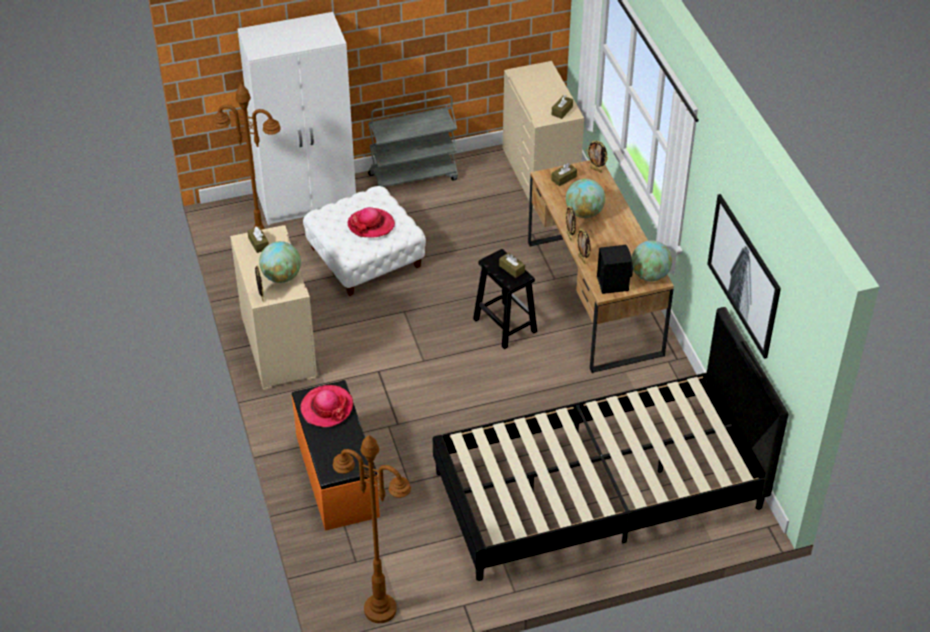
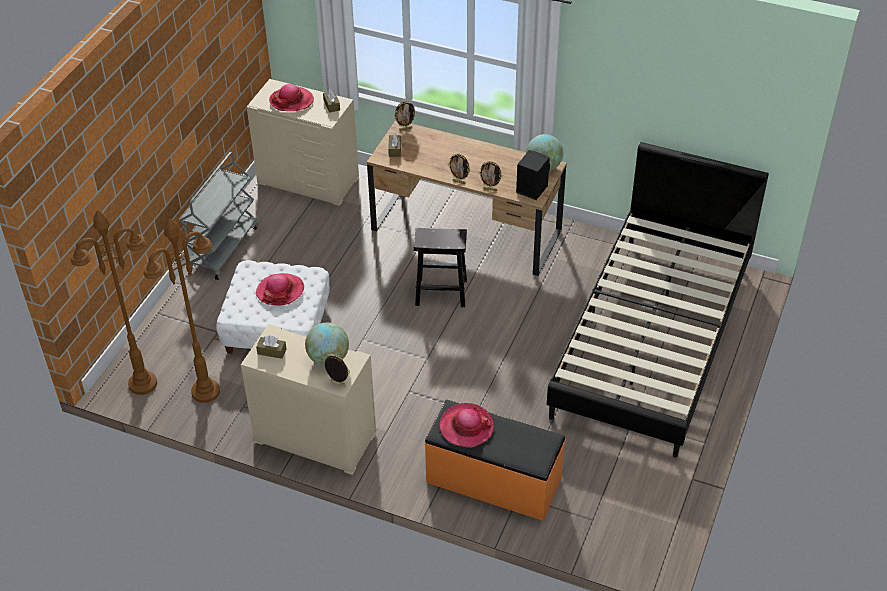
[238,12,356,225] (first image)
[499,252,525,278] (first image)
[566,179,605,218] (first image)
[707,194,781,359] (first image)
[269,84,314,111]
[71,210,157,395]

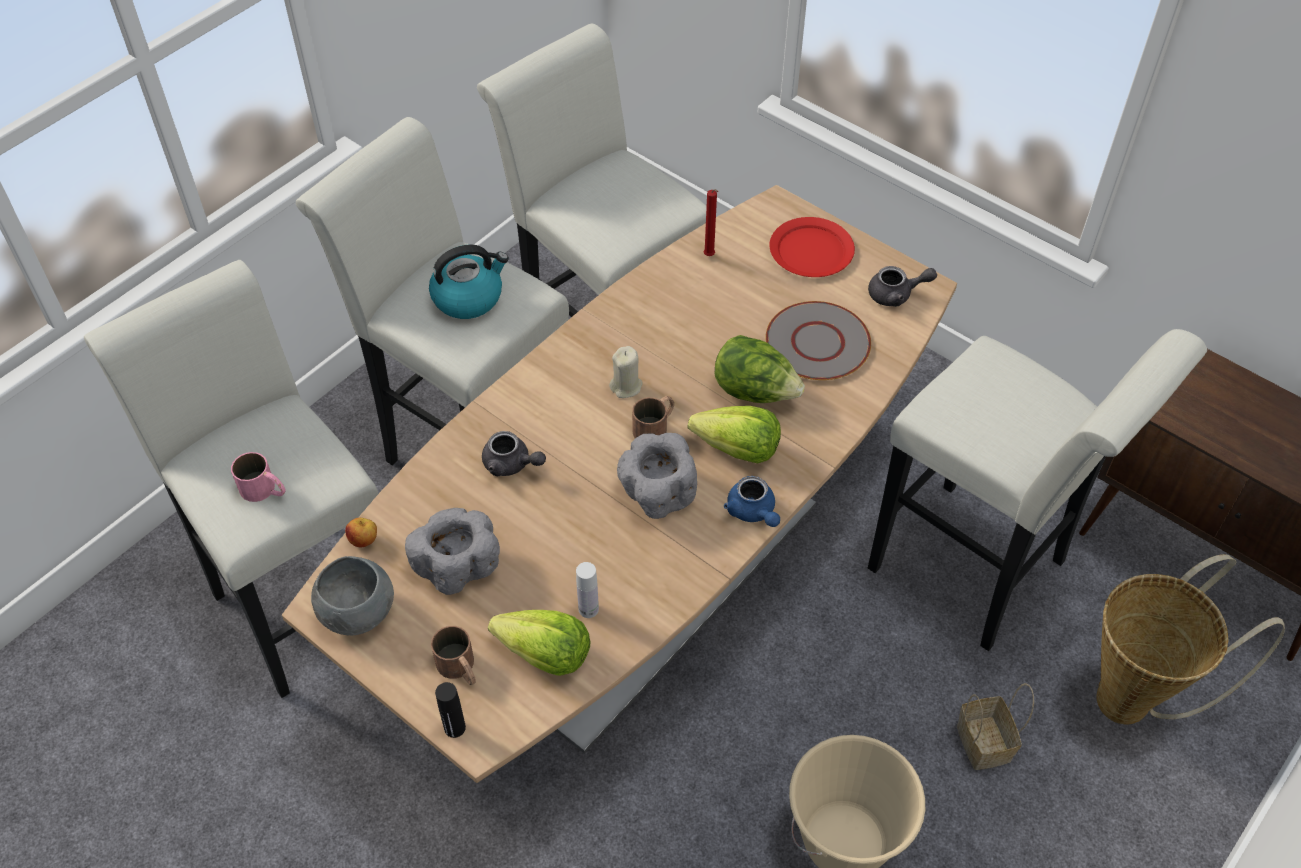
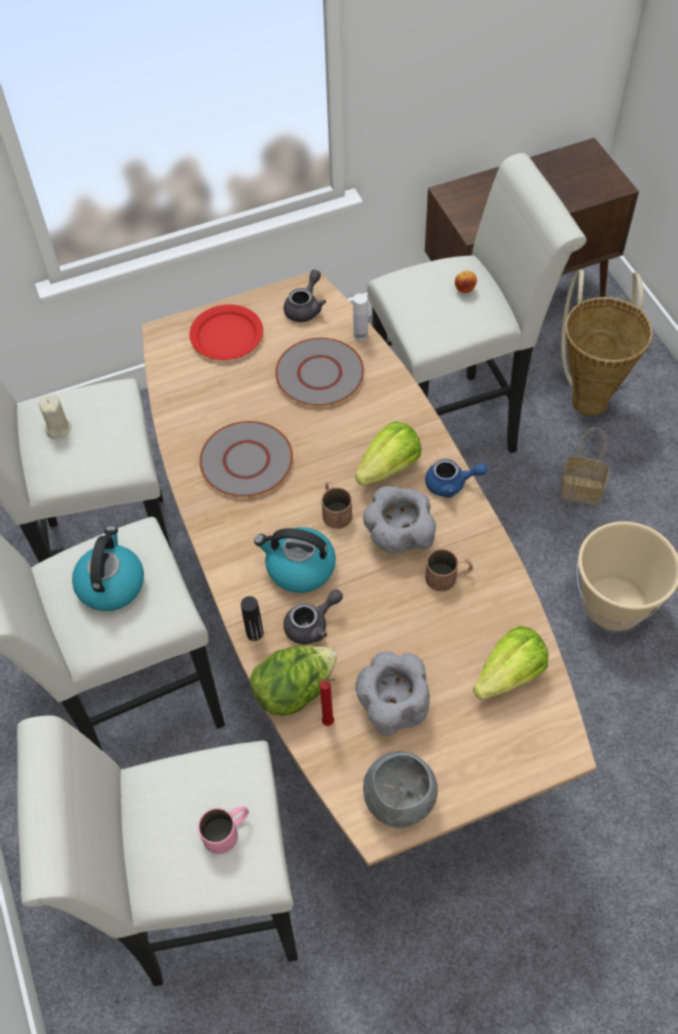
[199,421,293,497]
[254,527,336,593]
[455,271,477,293]
[425,549,473,592]
[241,596,263,641]
[353,294,368,341]
[39,394,71,439]
[320,679,336,726]
[250,646,337,716]

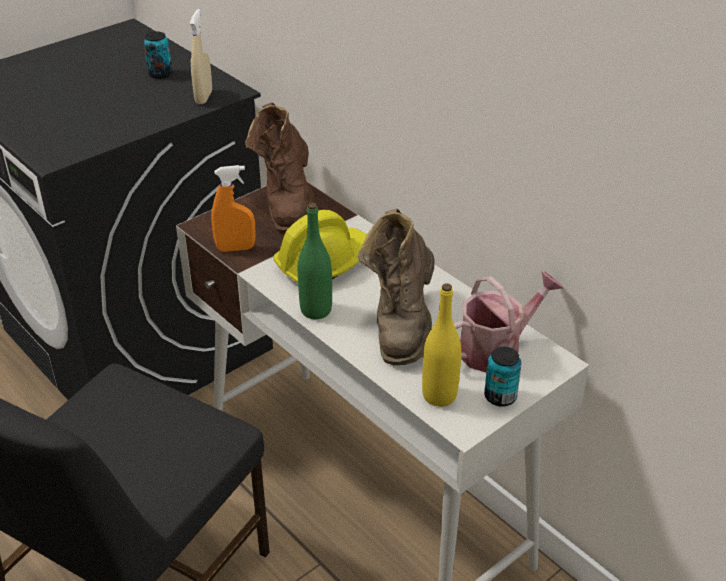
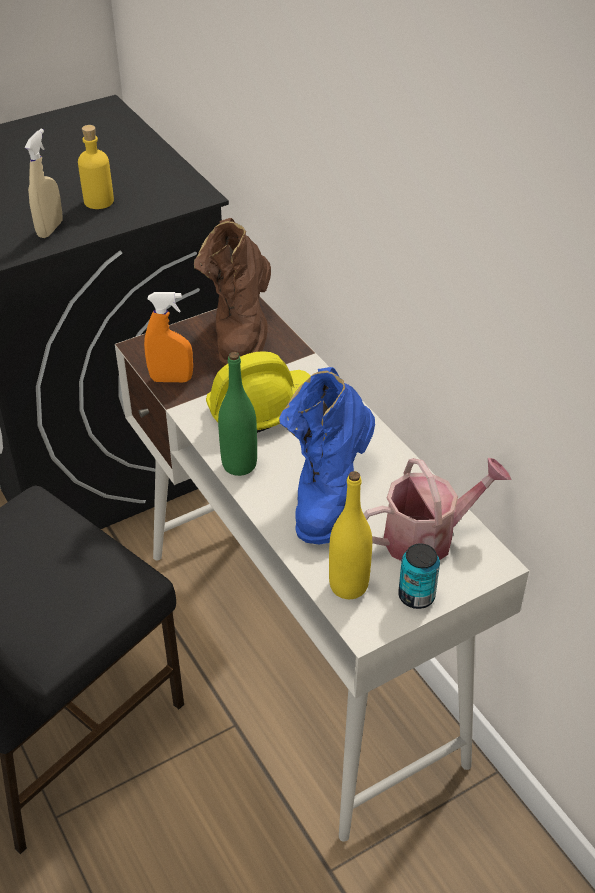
[144,31,172,79] (first image)
[78,125,114,209]
[25,129,62,238]
[279,367,375,544]

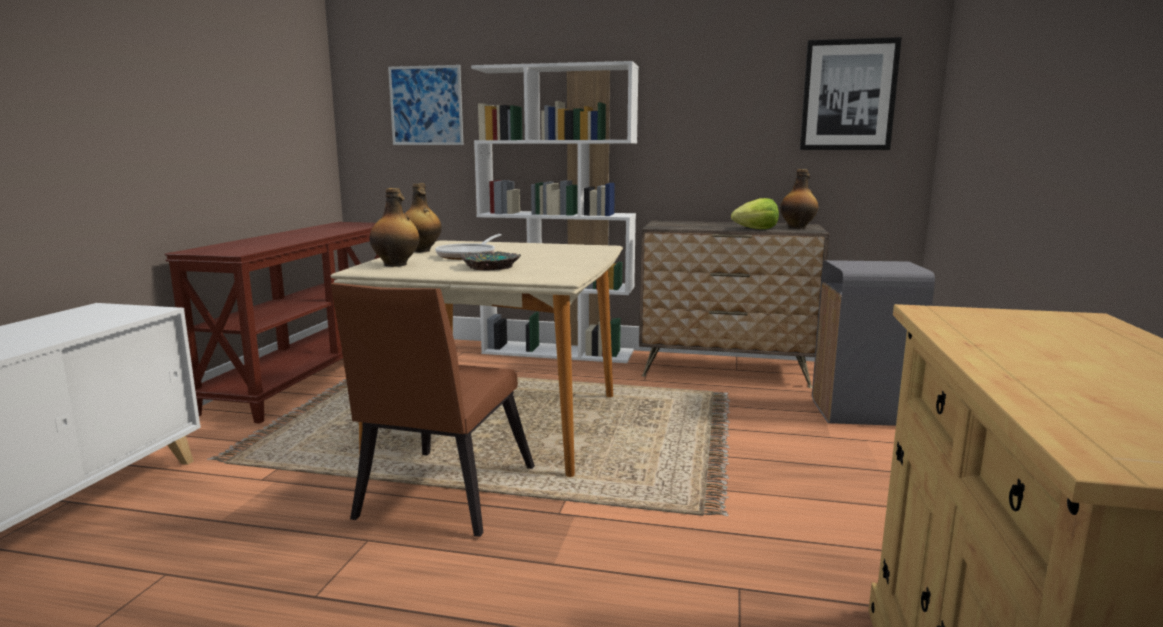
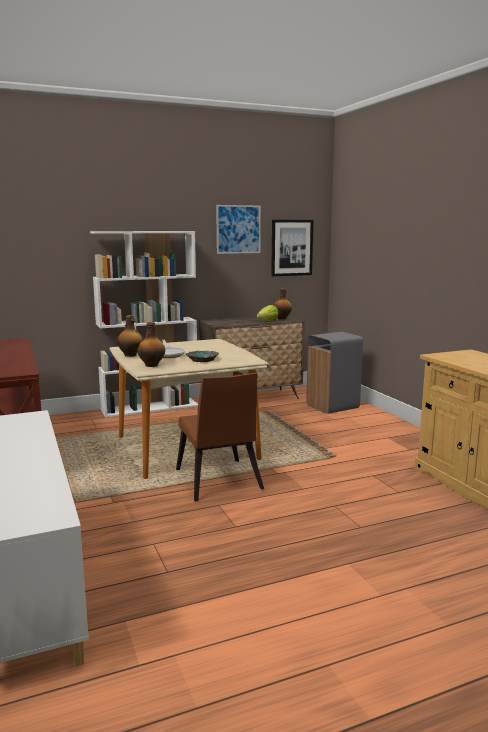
[216,205,261,254]

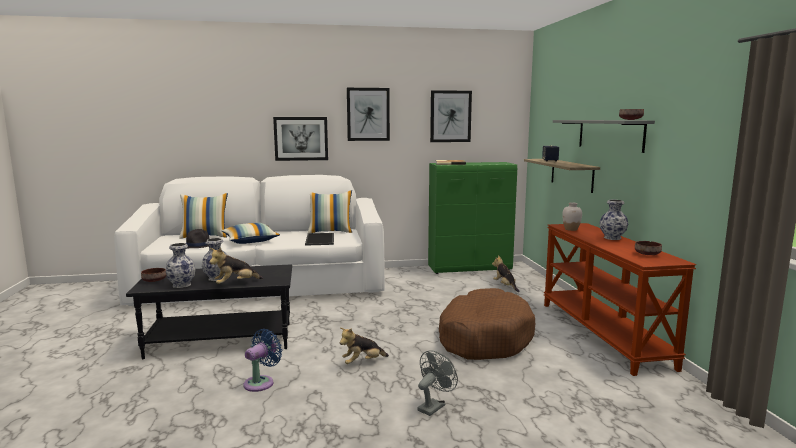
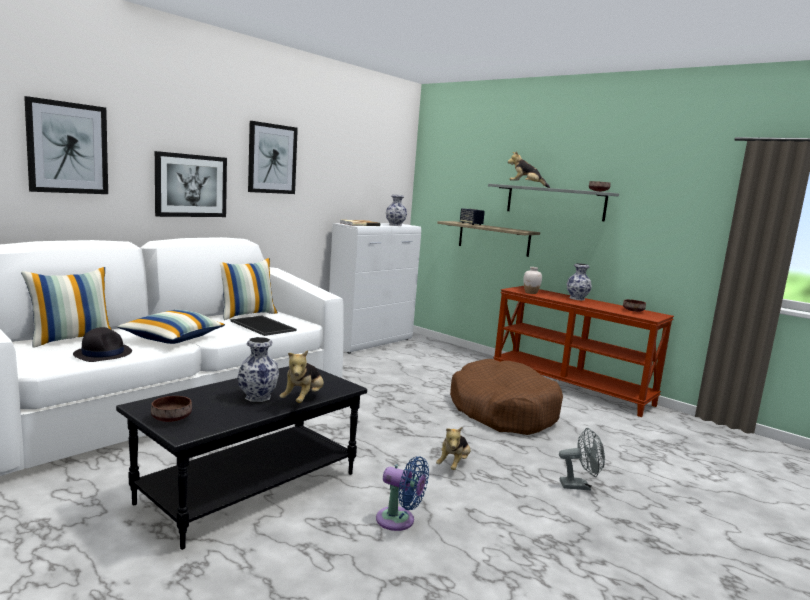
[386,194,407,226]
[24,96,108,194]
[508,151,550,188]
[329,223,421,354]
[376,456,429,531]
[559,428,605,490]

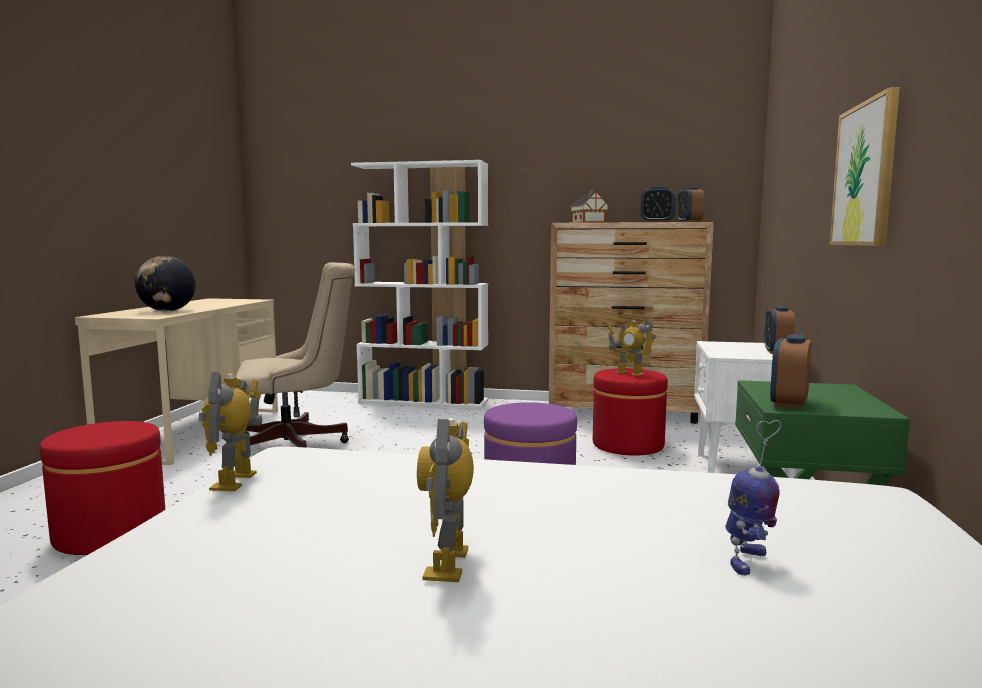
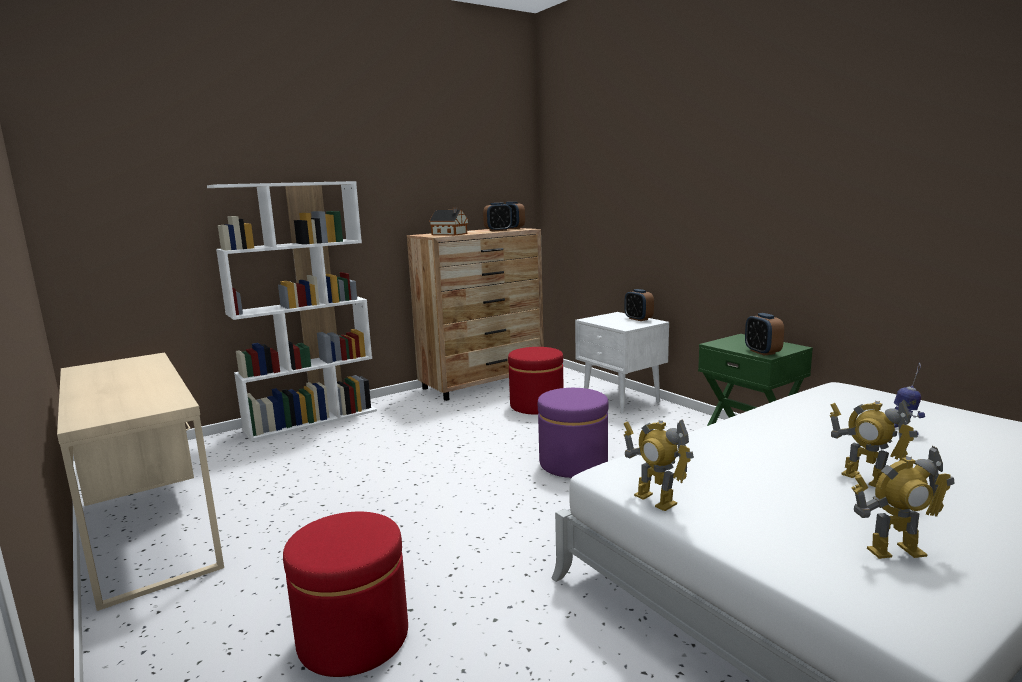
[135,256,196,311] (first image)
[236,262,355,447] (first image)
[830,87,900,246] (first image)
[852,446,955,559]

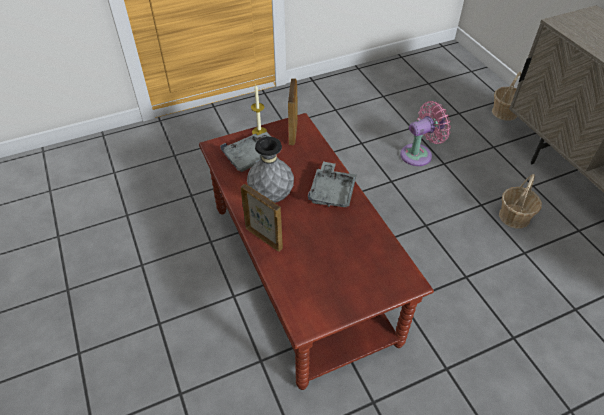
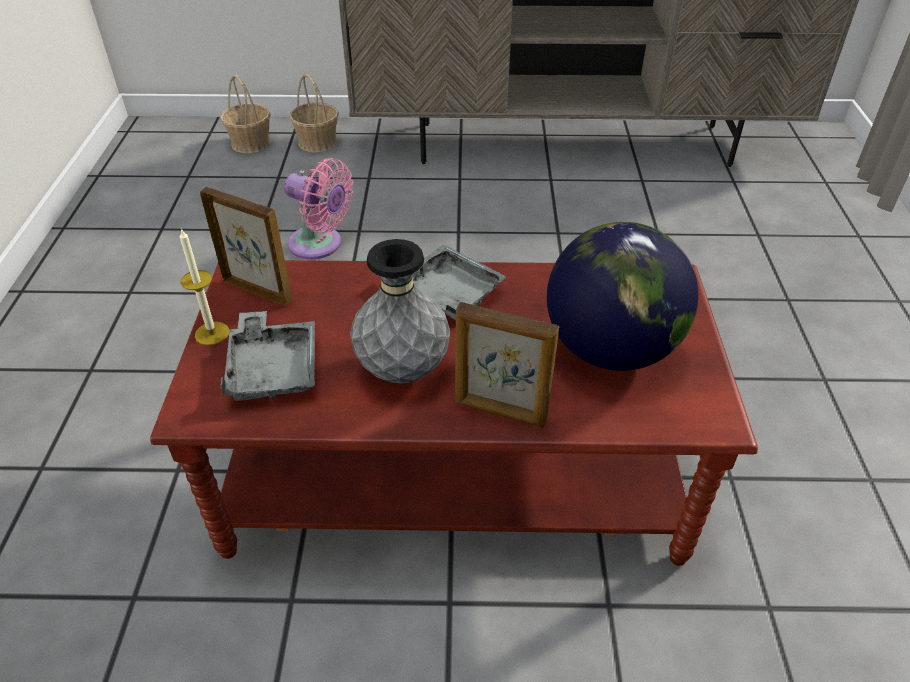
[547,222,698,371]
[220,74,271,153]
[455,302,559,427]
[284,158,353,260]

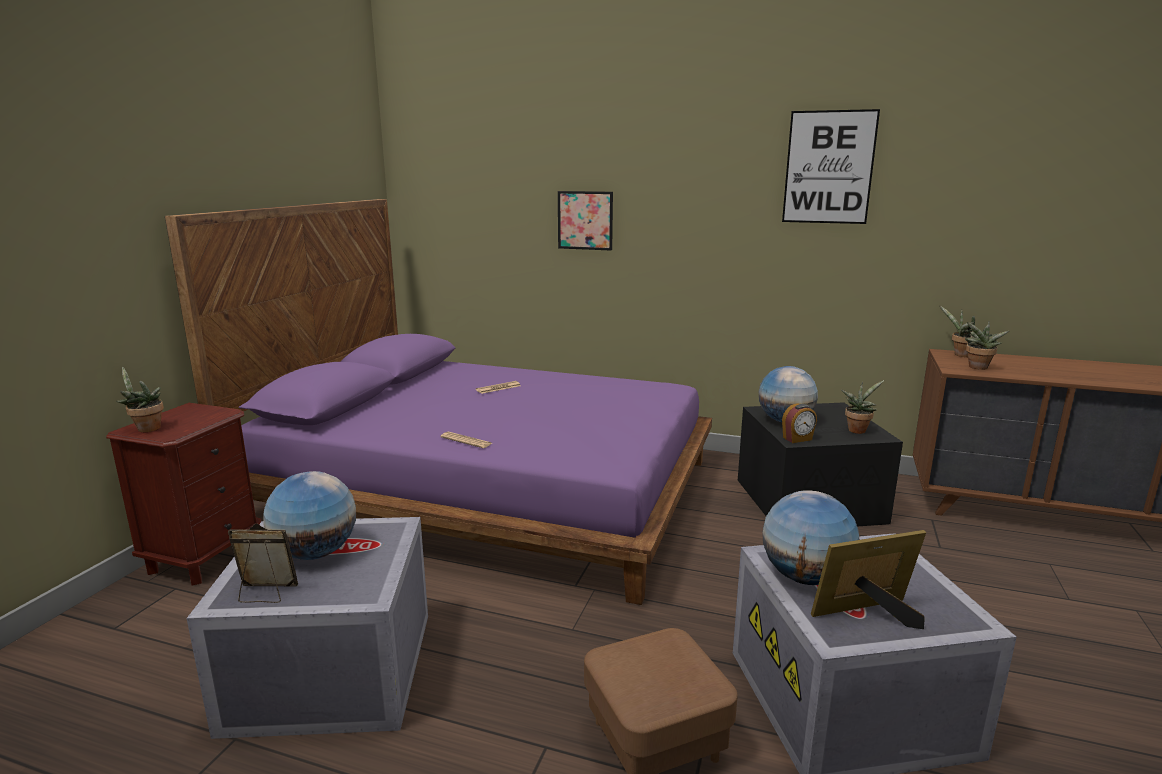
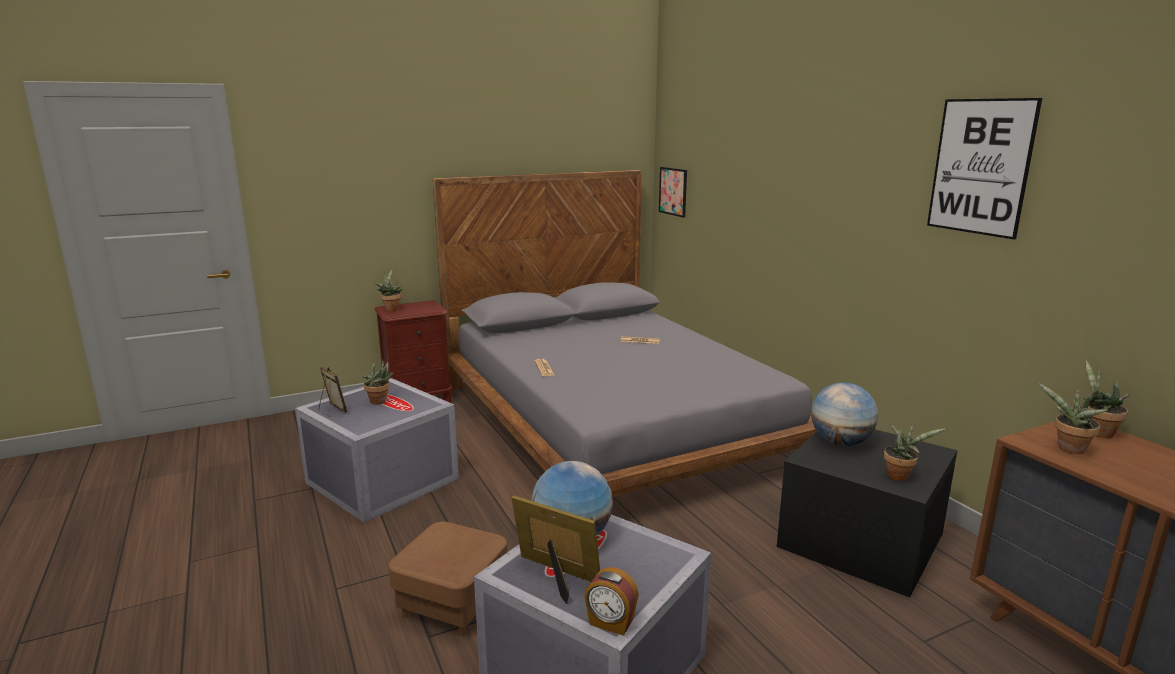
[659,167,687,218]
[584,567,639,636]
[363,360,394,405]
[433,170,817,497]

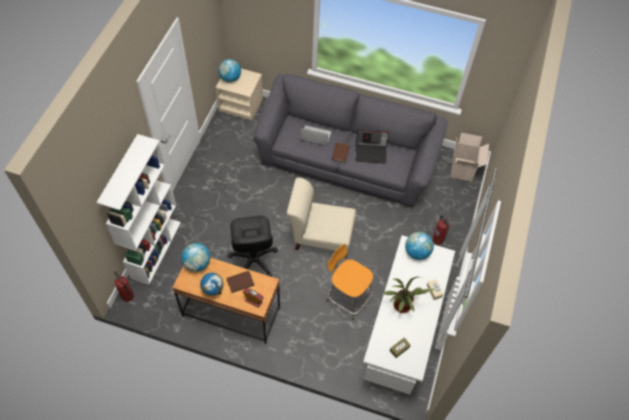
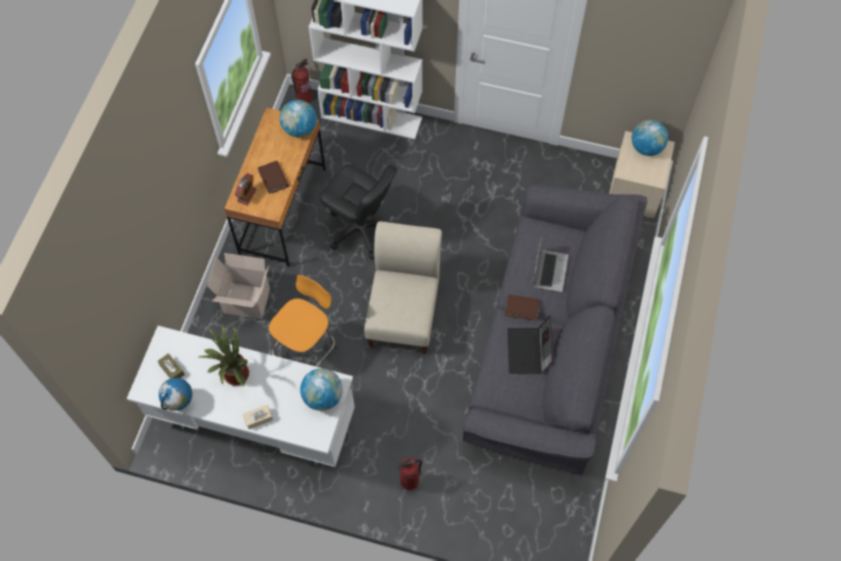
[159,378,192,411]
[207,253,270,319]
[320,164,397,259]

